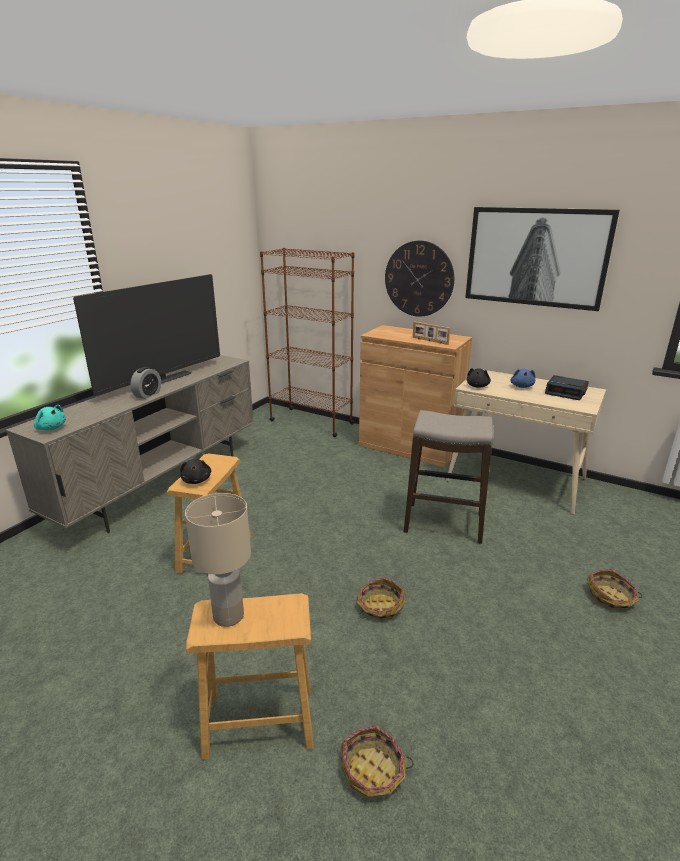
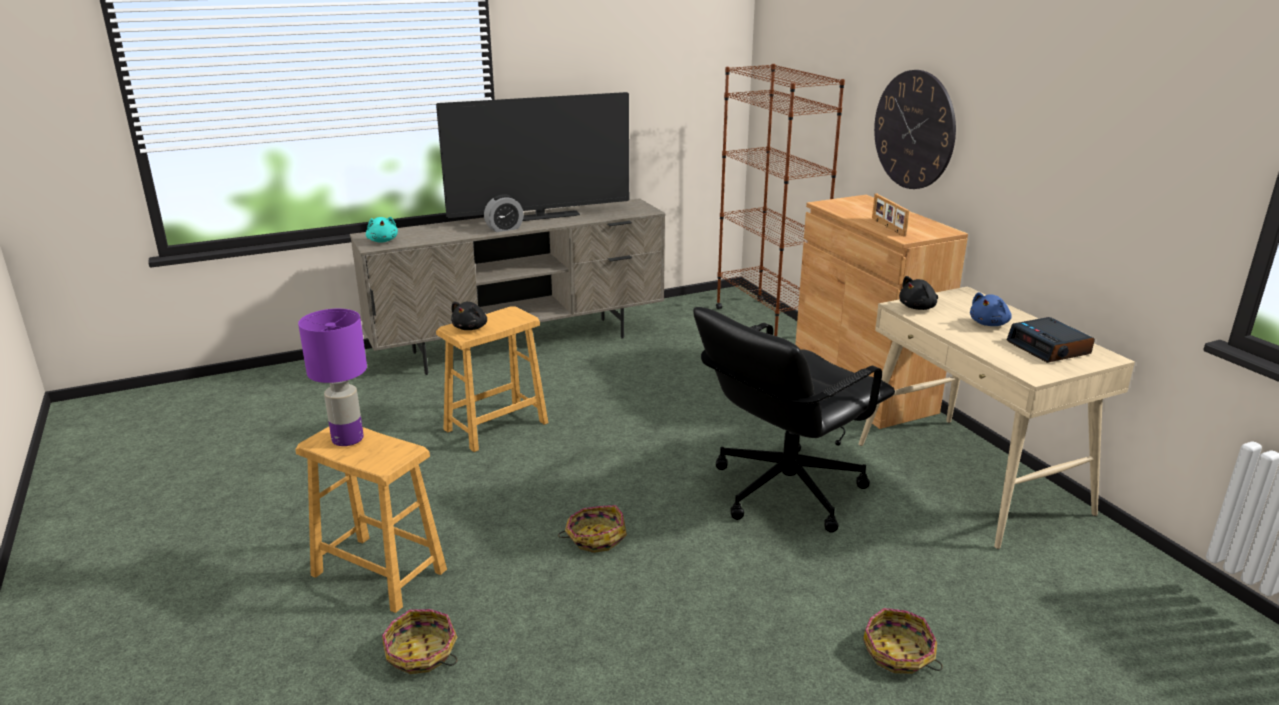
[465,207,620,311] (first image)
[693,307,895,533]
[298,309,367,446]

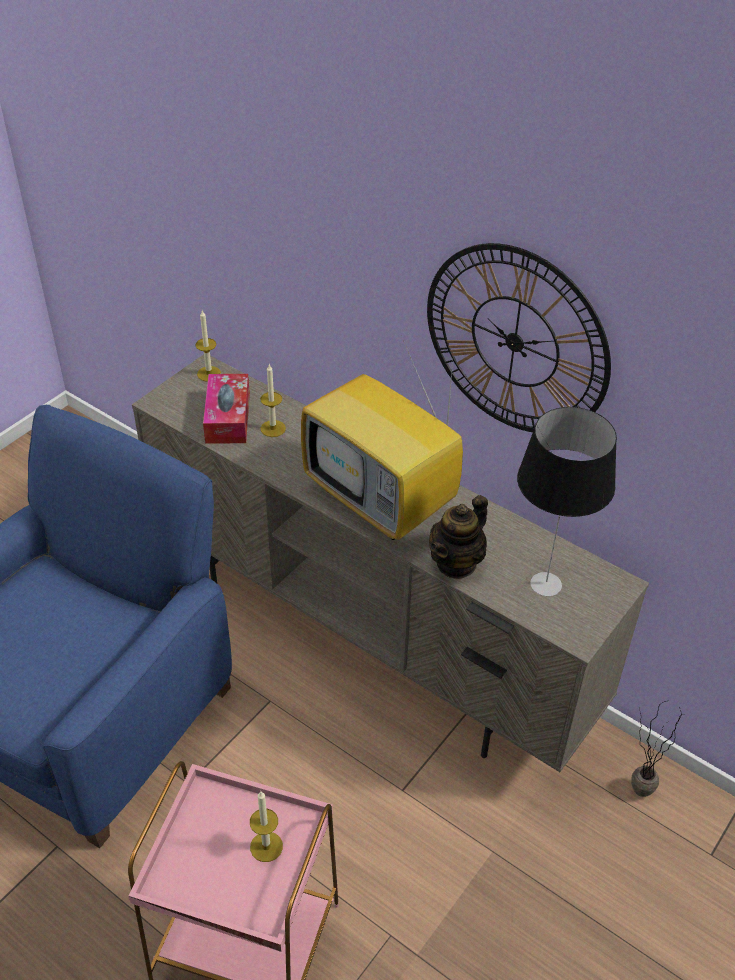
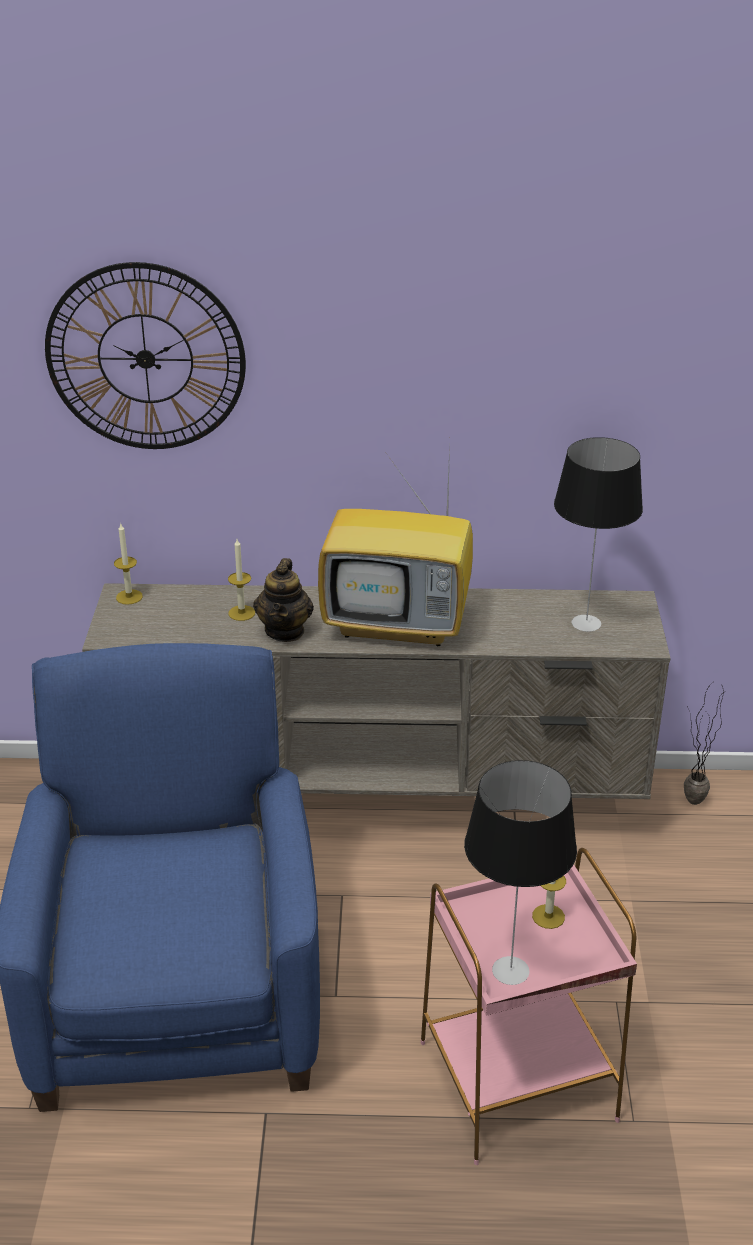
[203,374,250,444] (first image)
[464,760,577,985]
[45,262,246,449]
[253,558,314,642]

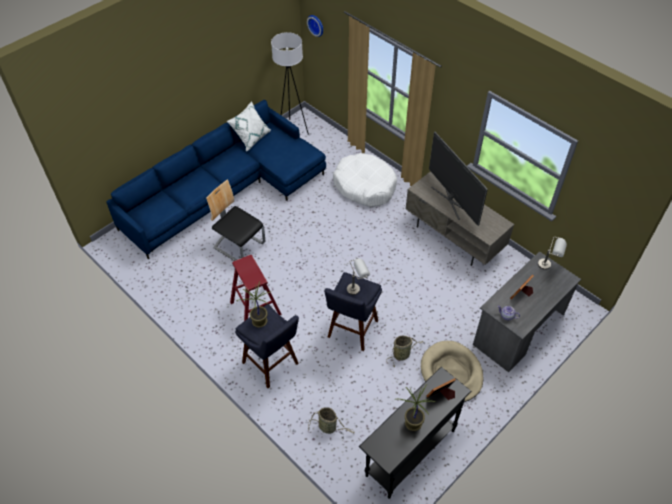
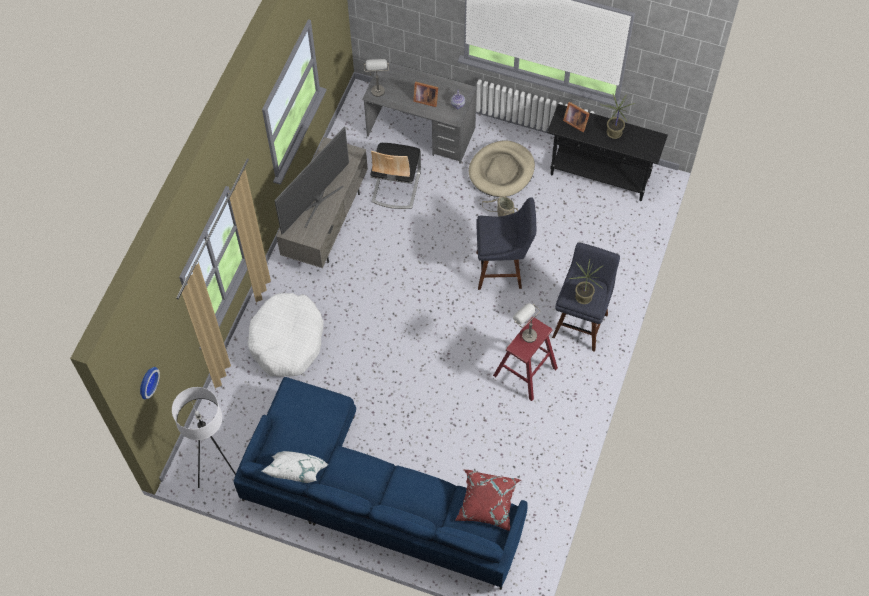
[308,407,355,434] (first image)
[455,470,521,531]
[370,143,421,209]
[513,303,541,343]

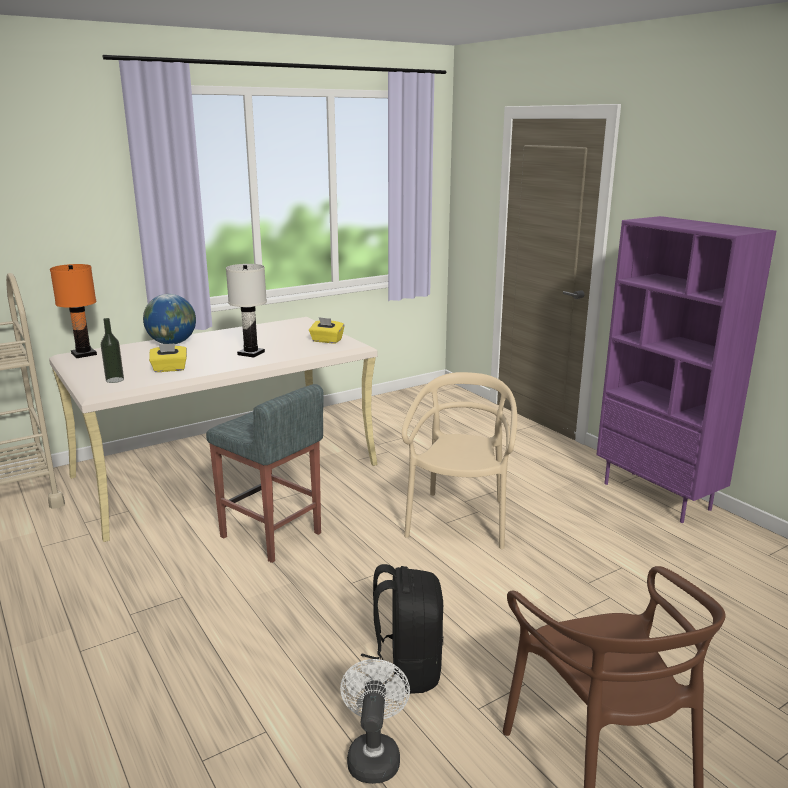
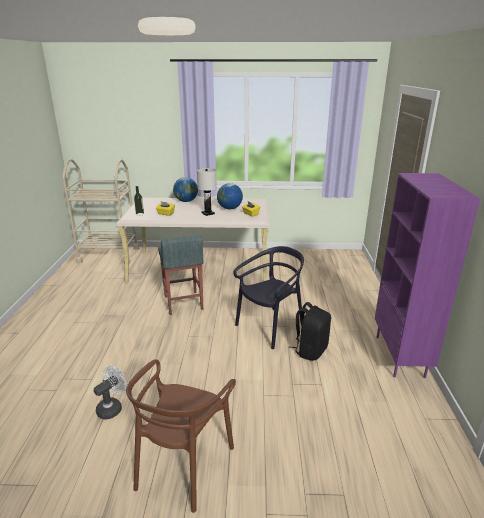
[50,264,97,358] (first image)
[217,183,243,210]
[289,302,331,361]
[233,246,304,349]

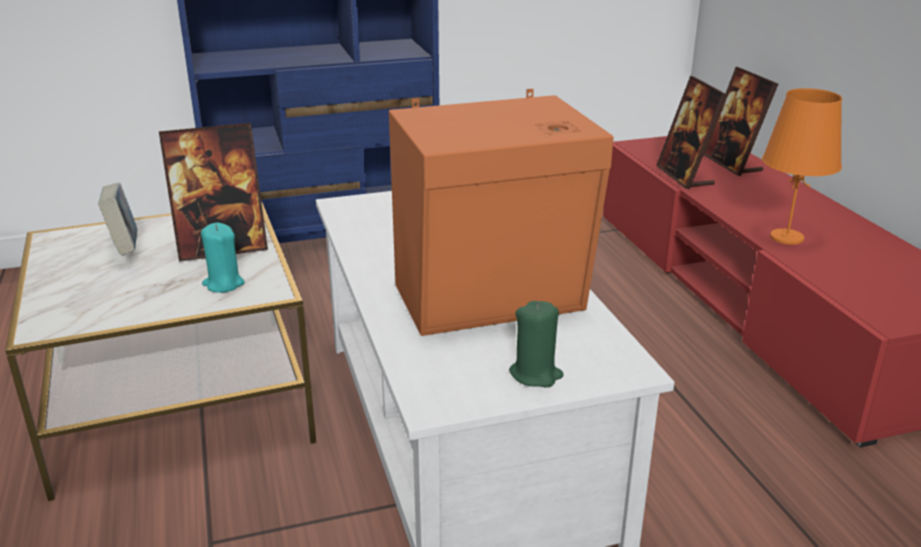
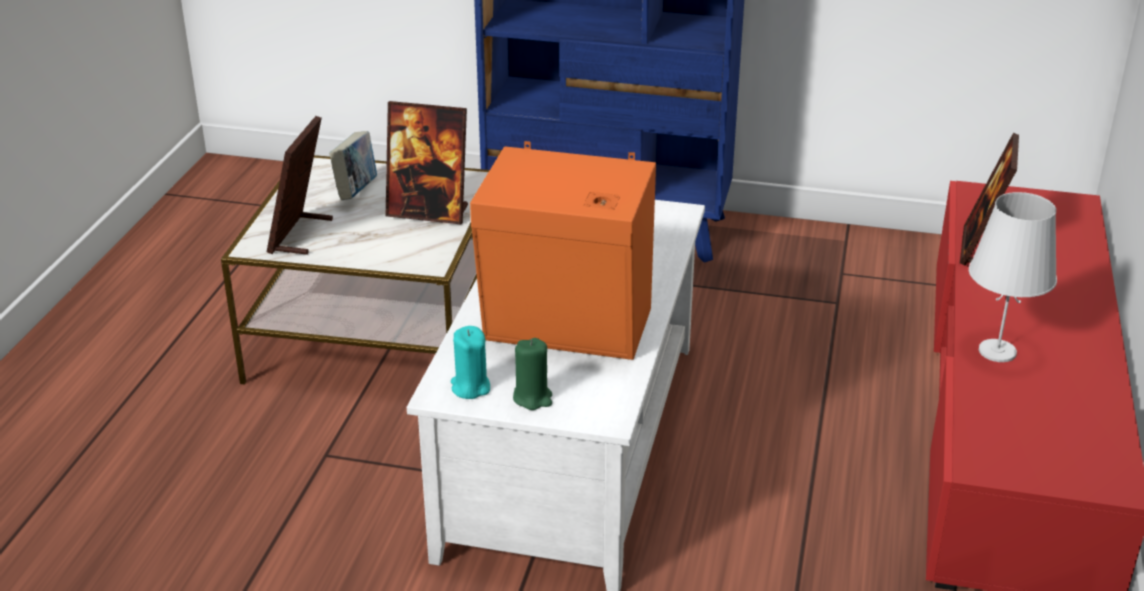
[451,326,490,399]
[267,116,333,255]
[969,192,1057,362]

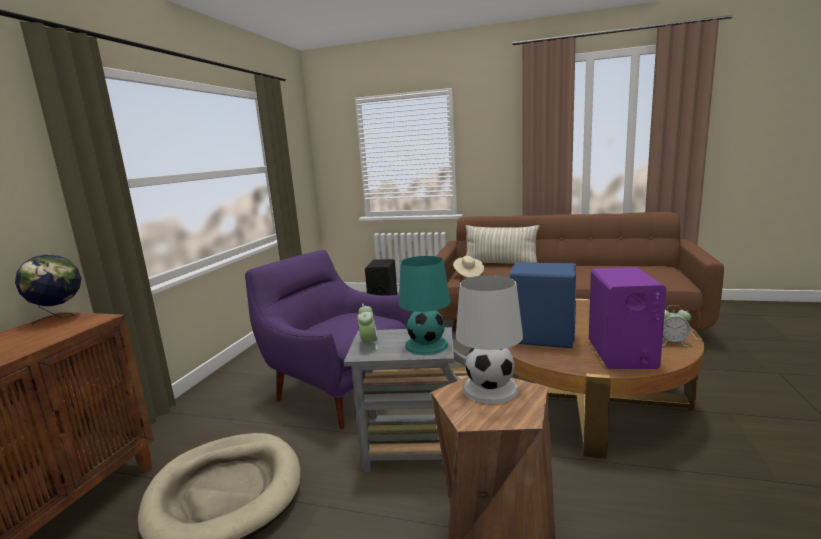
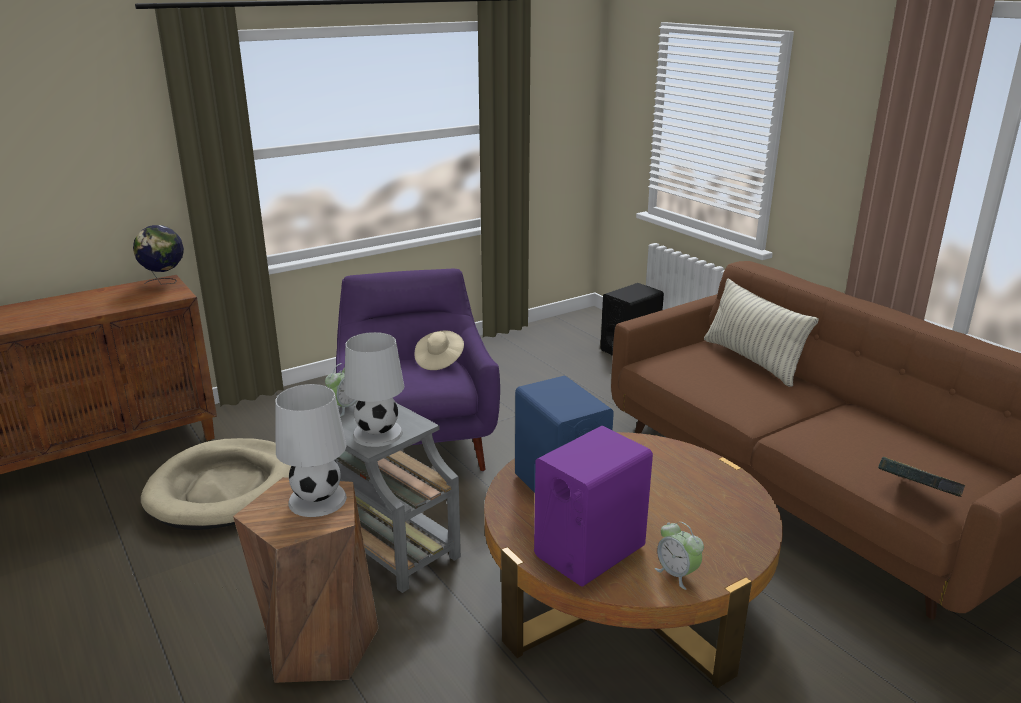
[878,457,966,497]
[415,330,464,370]
[344,332,404,447]

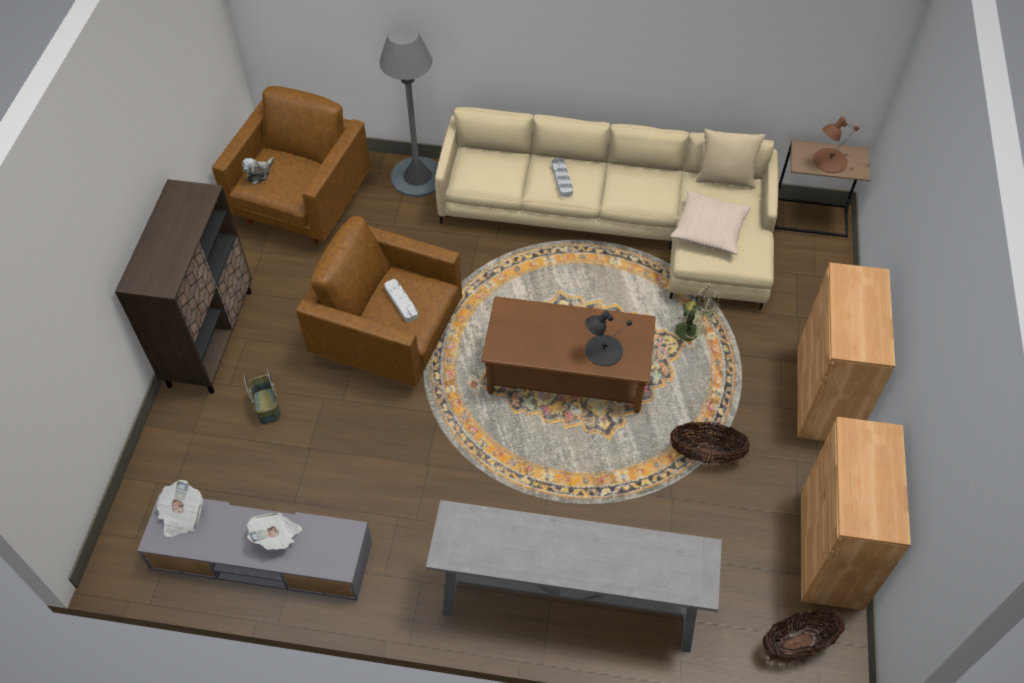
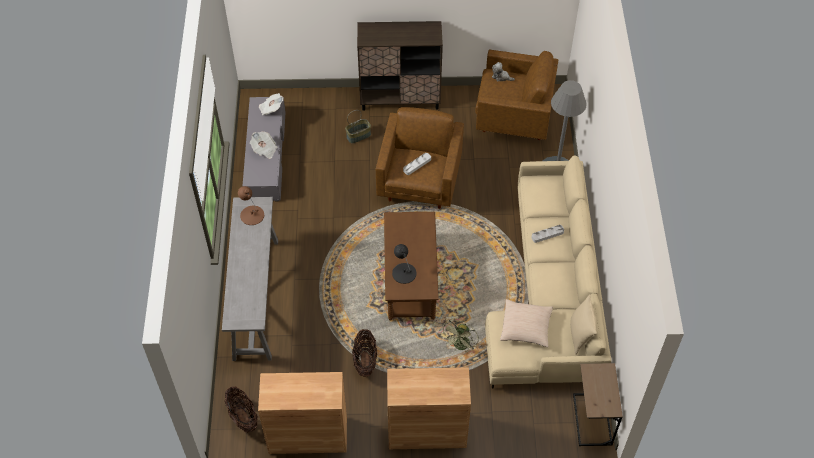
[238,186,264,225]

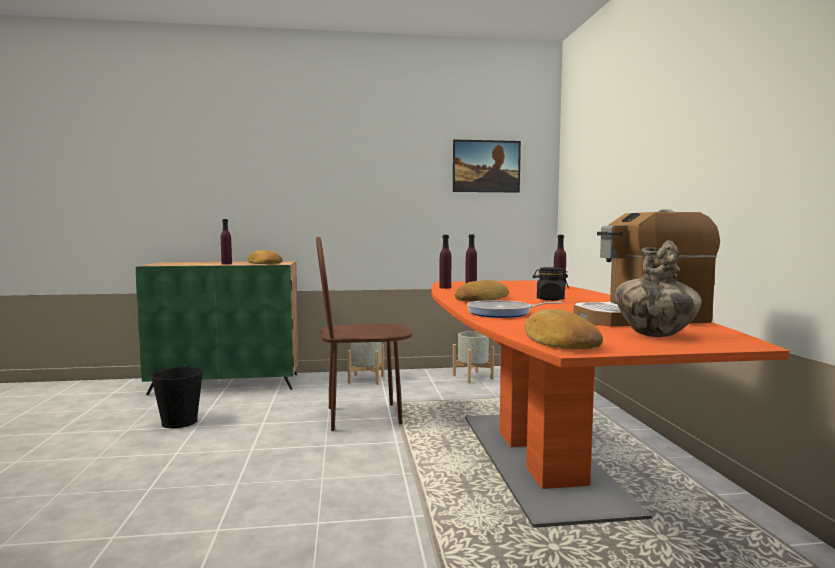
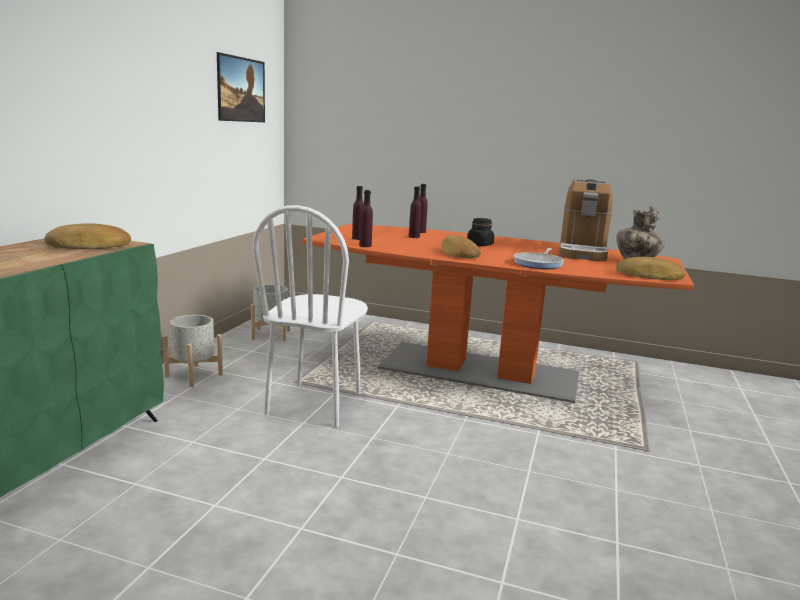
[150,364,203,428] (first image)
[409,186,422,238]
[253,205,368,427]

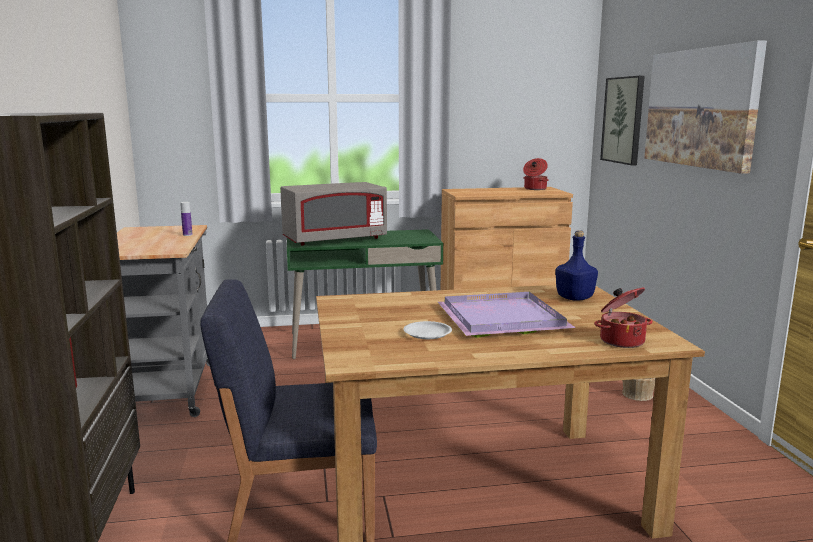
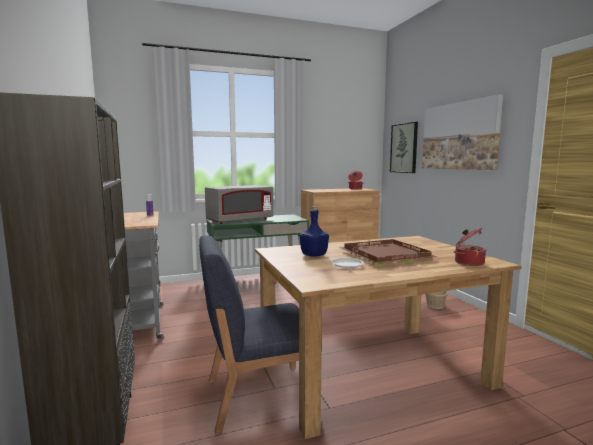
[300,207,329,257]
[339,239,437,266]

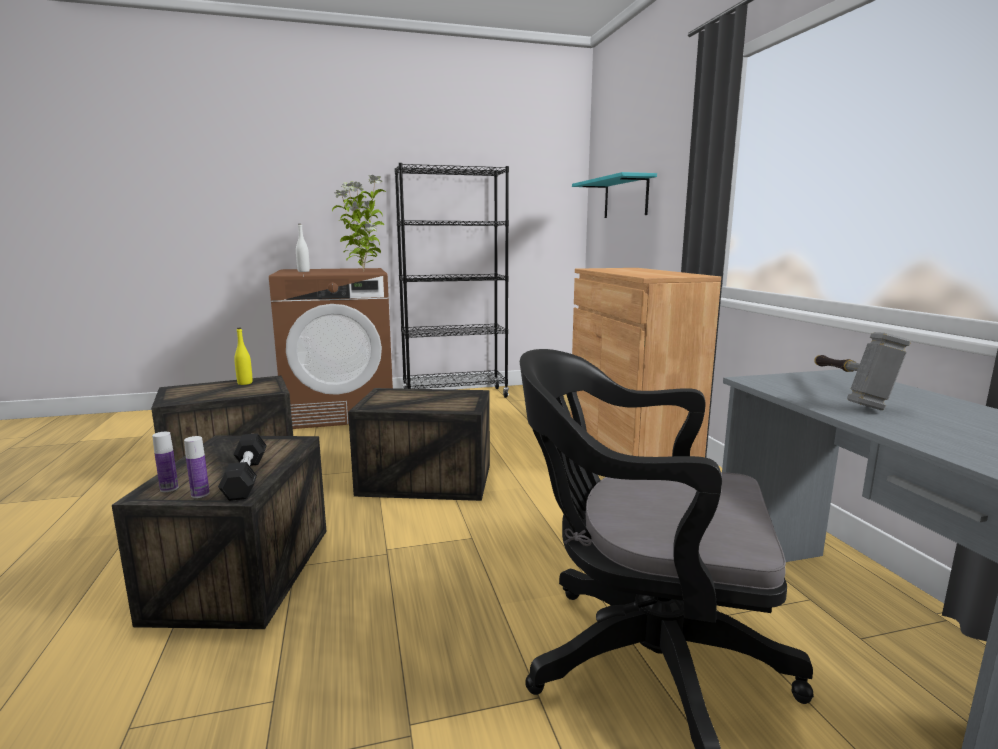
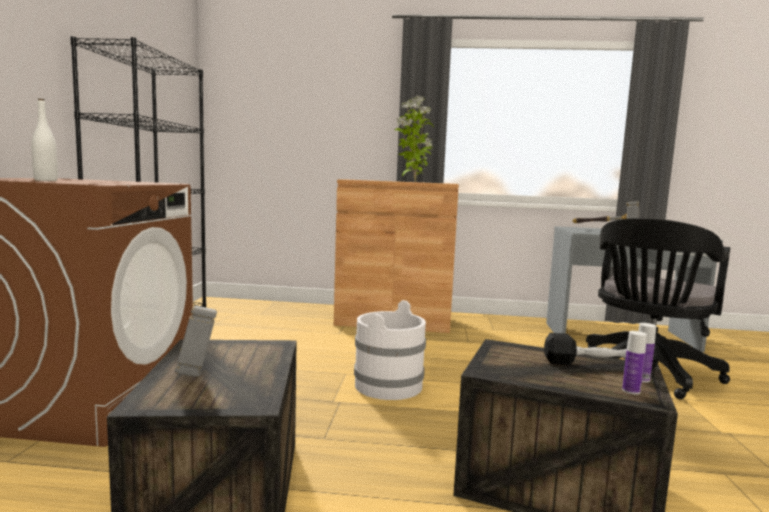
[572,172,657,218] (first image)
[395,95,434,182]
[175,305,217,377]
[354,300,426,400]

